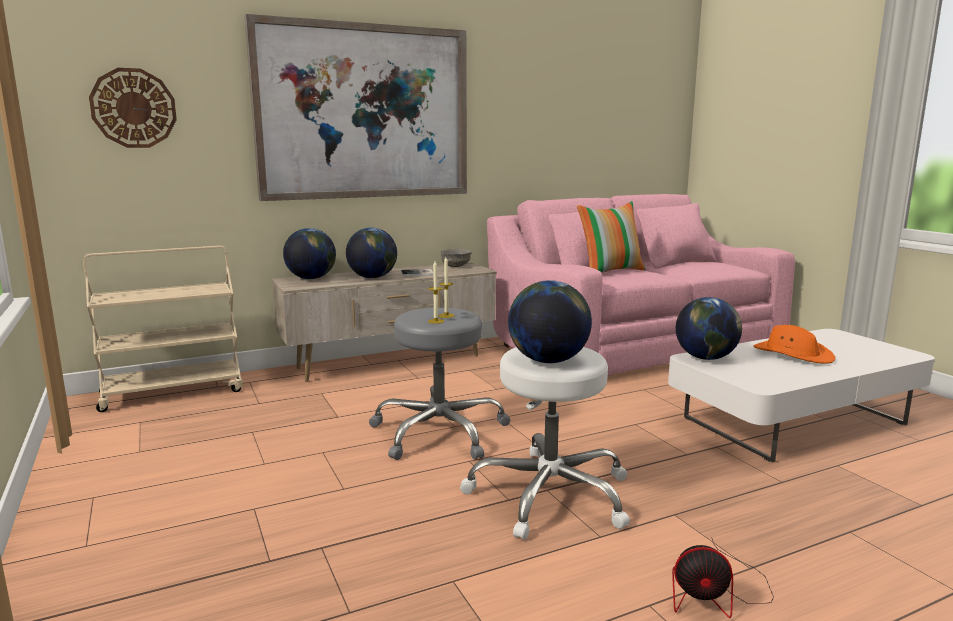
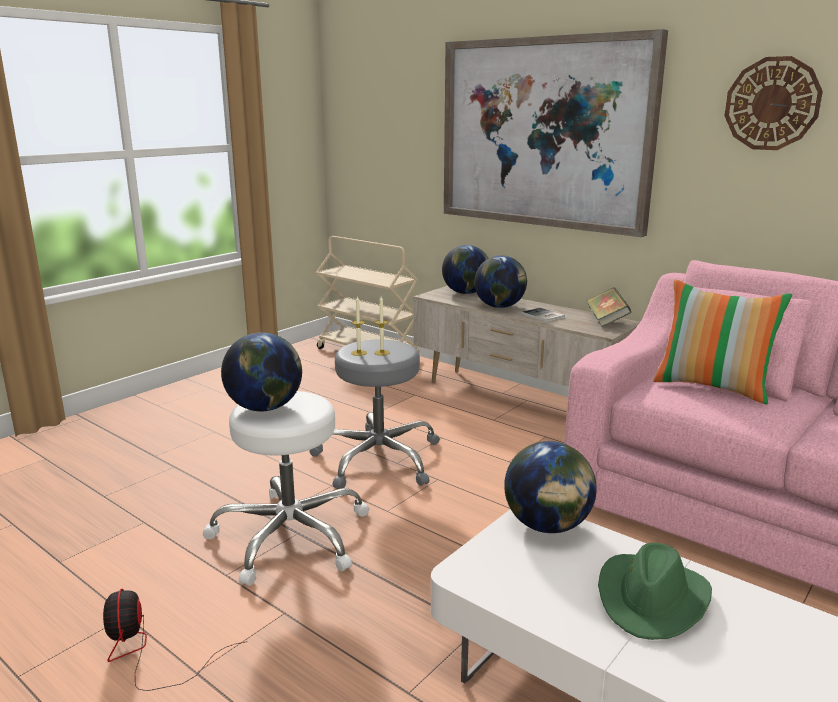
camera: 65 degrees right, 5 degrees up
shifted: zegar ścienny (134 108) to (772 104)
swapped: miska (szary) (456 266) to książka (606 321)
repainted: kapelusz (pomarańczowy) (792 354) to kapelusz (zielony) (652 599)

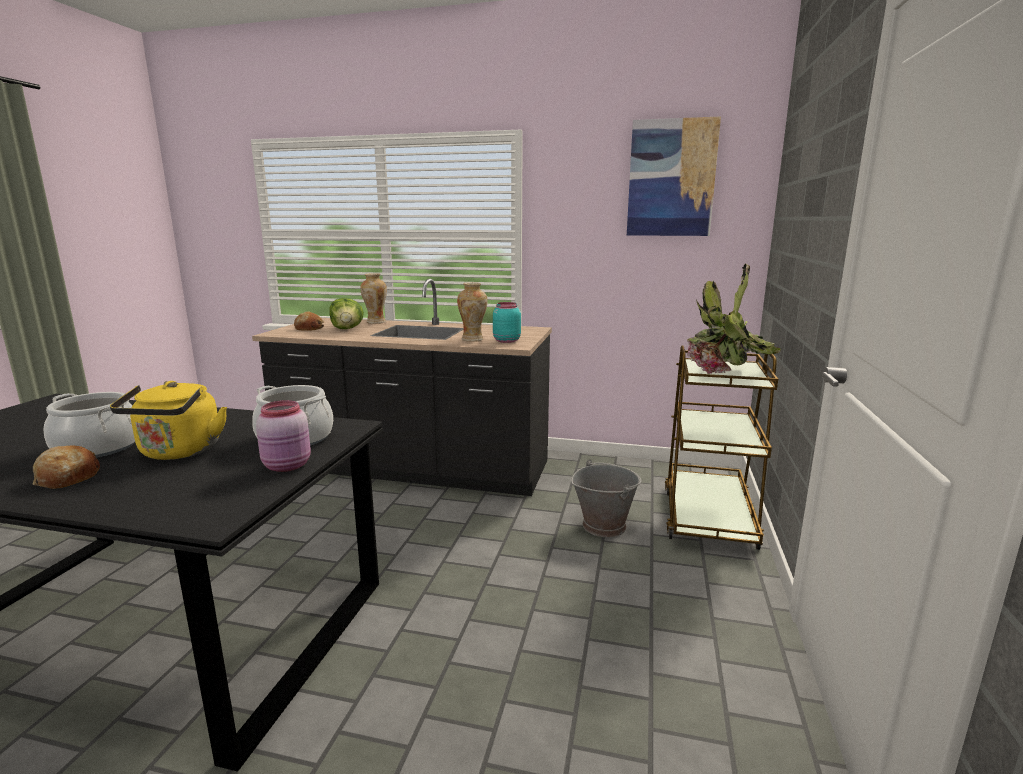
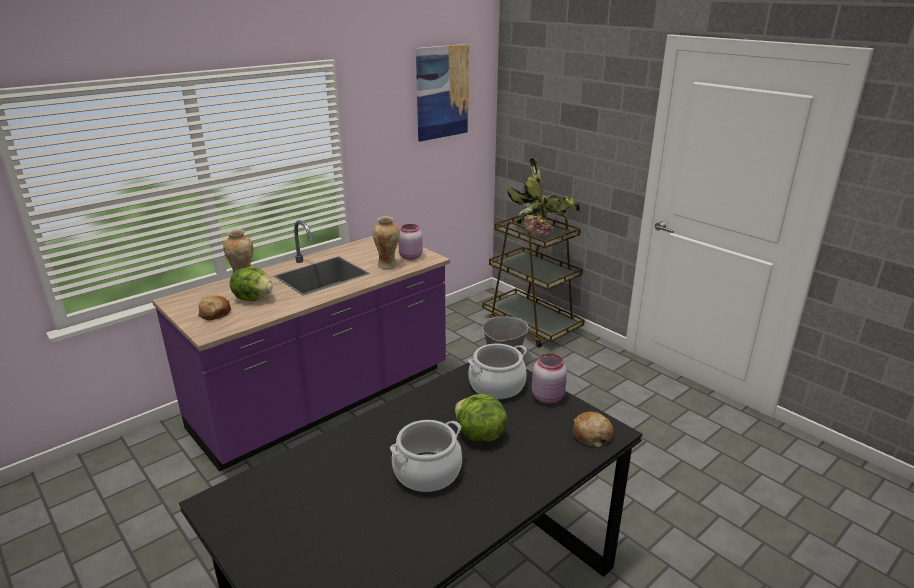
camera: 55 degrees left, 10 degrees up
shifted: chleb (67 477) to (591 435)
swapped: czajnik (żółty) (179 452) to sałata (479 435)
repainted: zabudowa kuchenna (czarny) (414 468) to zabudowa kuchenna (fioletowy) (324 400); słoik (turkusowy) (506 340) to słoik (różowy) (410 257)

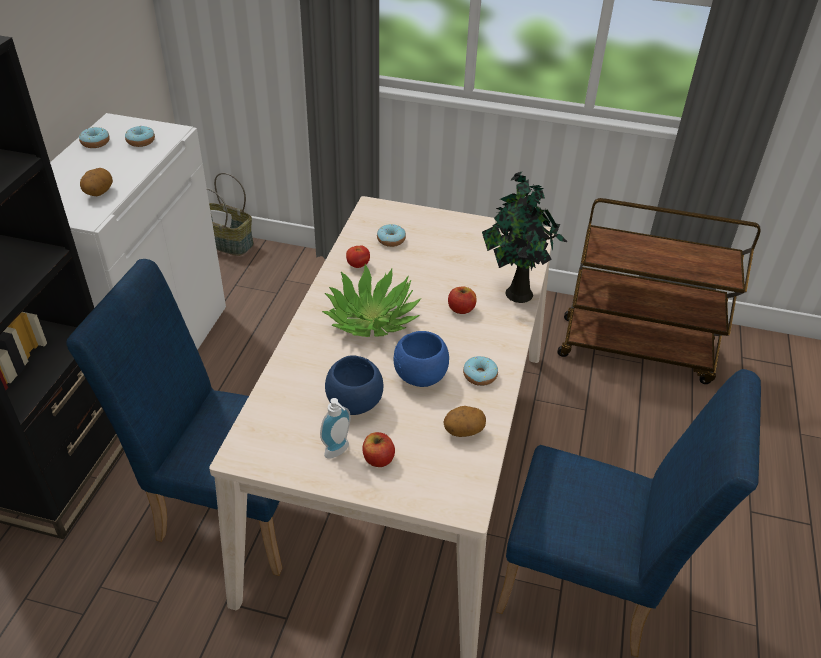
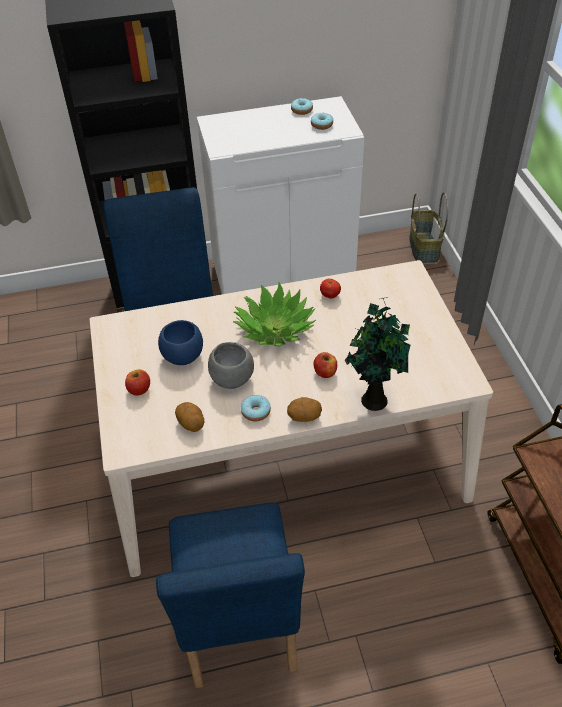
camera: 65 degrees right, 5 degrees up
gone: dozownik mydła (339 452); donut (391 240)
shifted: ziemniak (99 193) to (304 417)
repainted: miska (niebieski) (421 377) to miska (szary) (232 379)

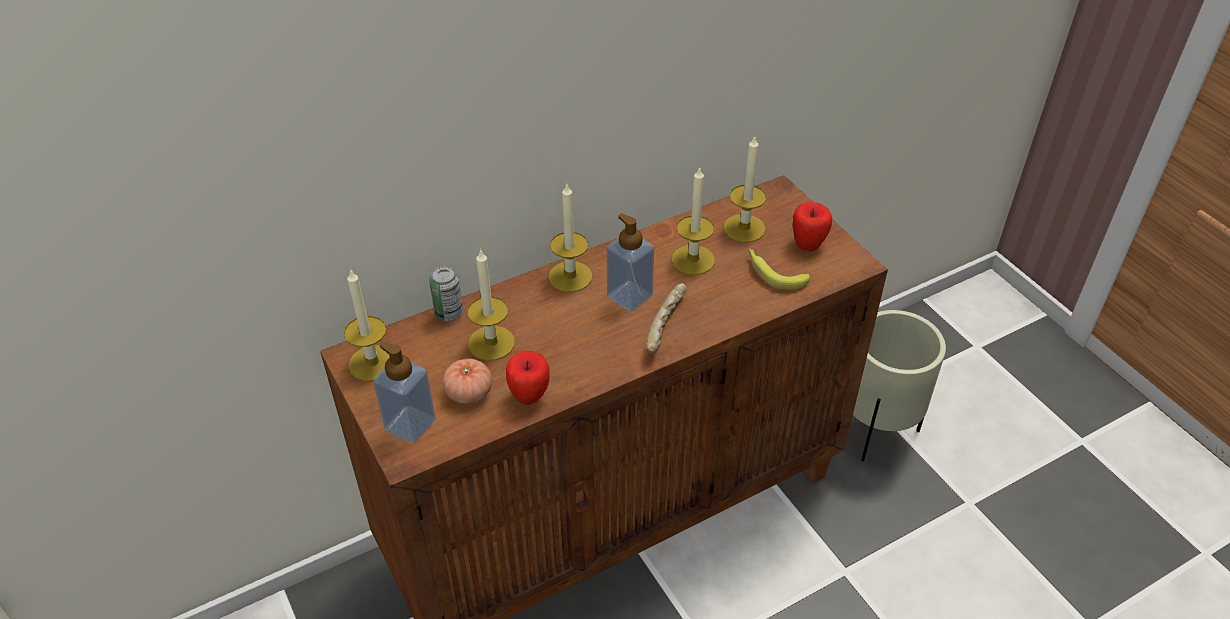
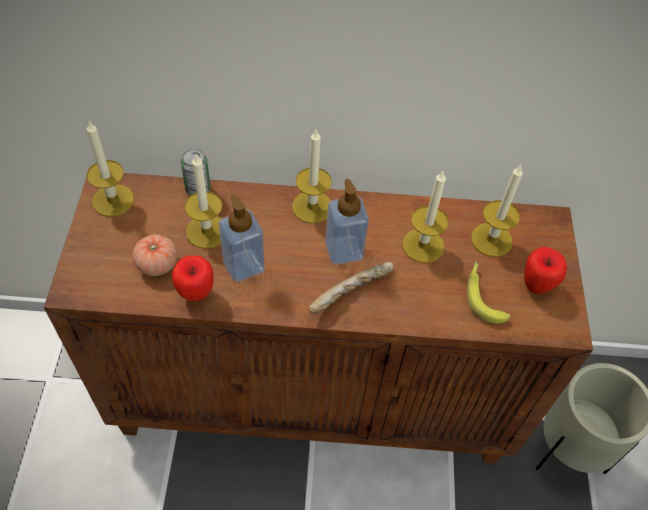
camera: 30 degrees right, 10 degrees up
shifted: dozownik mydła (410 425) to (243 265)

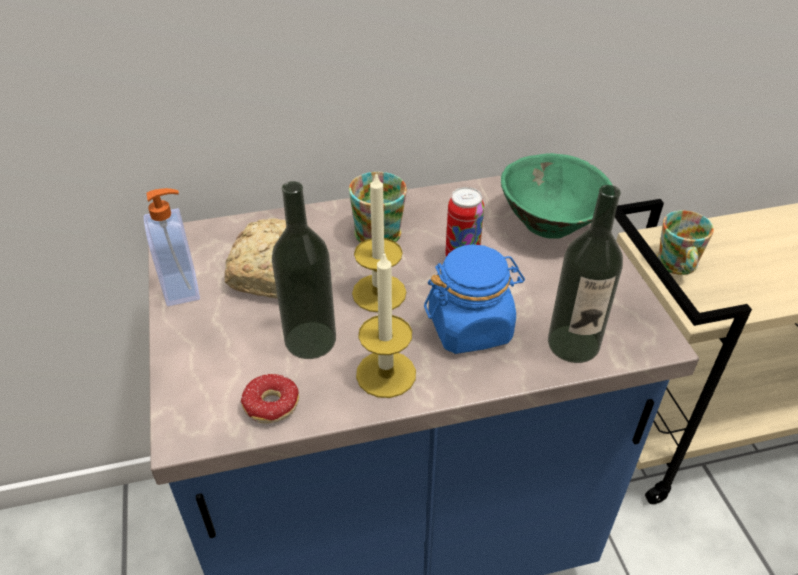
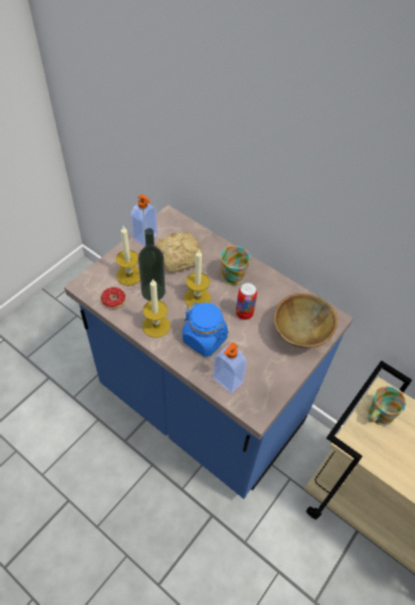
camera: 50 degrees right, 10 degrees up
new: świeca (129 275)
swapped: butelka (573 344) to dozownik mydła (227 381)
repainted: miska (zielony) (550 224) to miska (brązowy) (300 334)

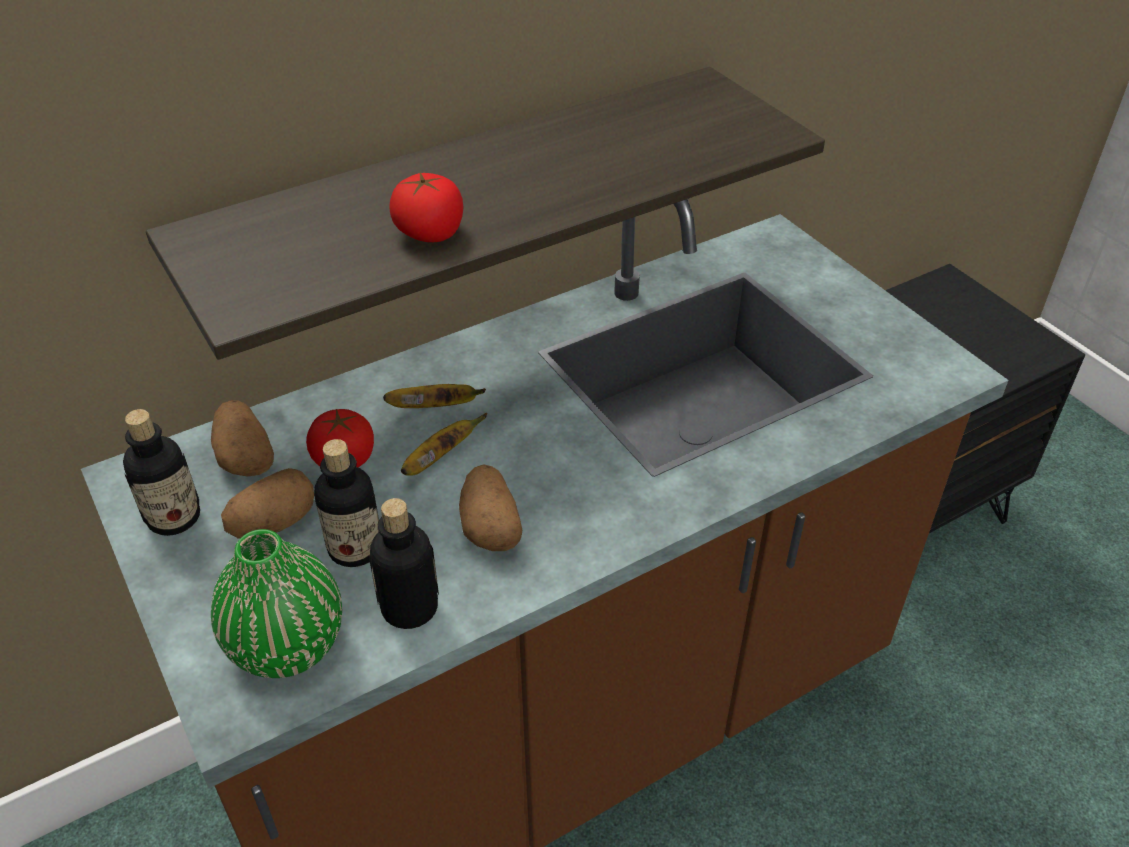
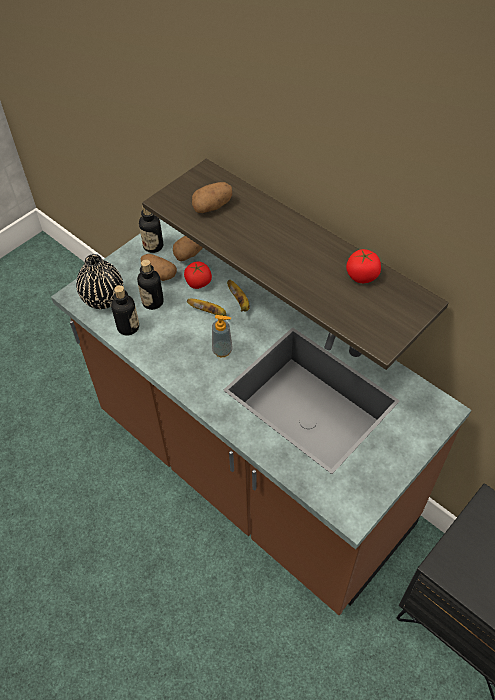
camera: 75 degrees right, 10 degrees up
new: dozownik mydła (222 350)
shifted: pomidor (430 233) to (362 276); ziemniak (490 526) to (212 206)
repainted: wazon (zielony) (287 645) to wazon (czarny) (103 299)

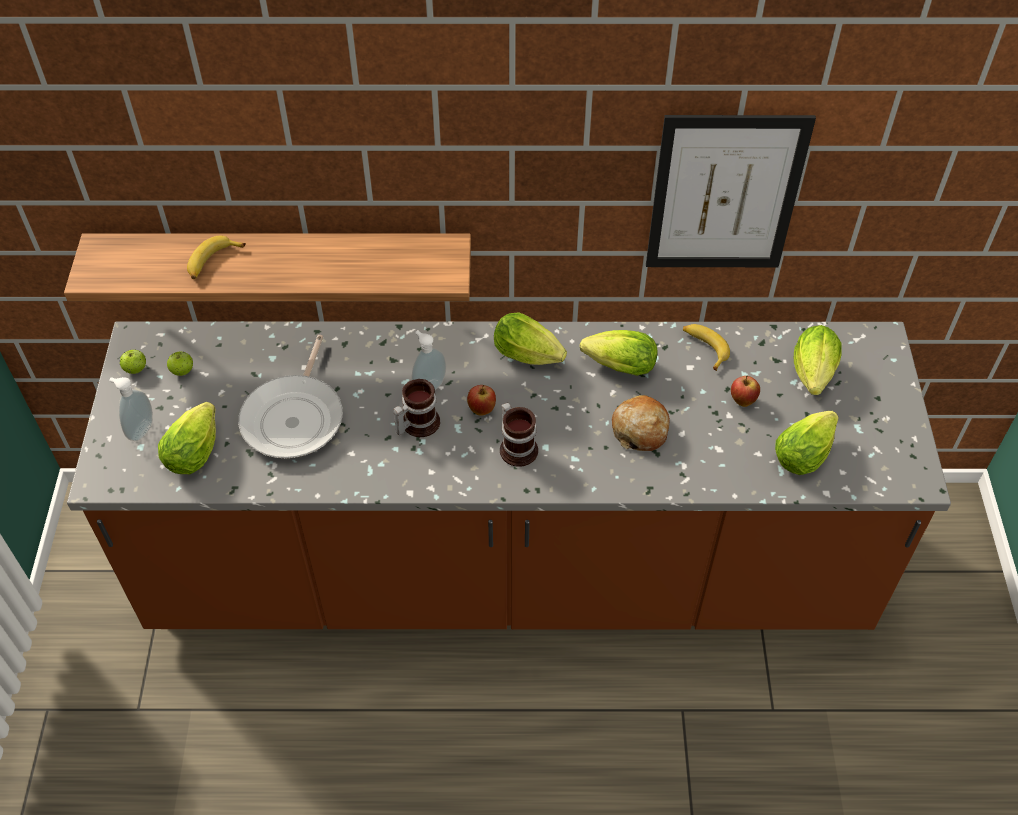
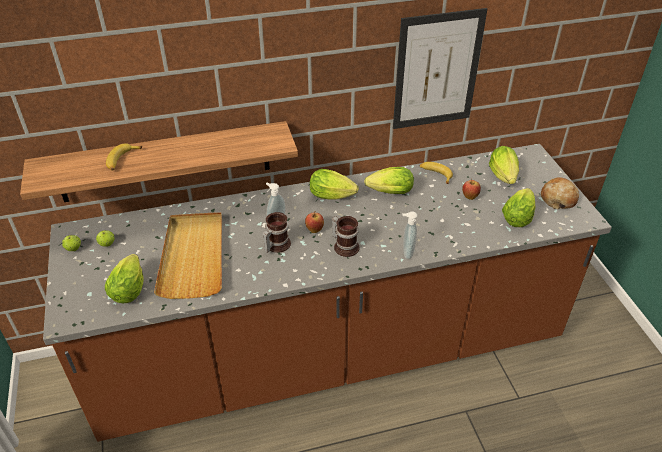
camera: 15 degrees left, 10 degrees down
shifted: dozownik mydła (140 430) to (406 253); chleb (640 429) to (558 199)
swapped: patelnia (295 417) to taca (beżowy) (193 256)

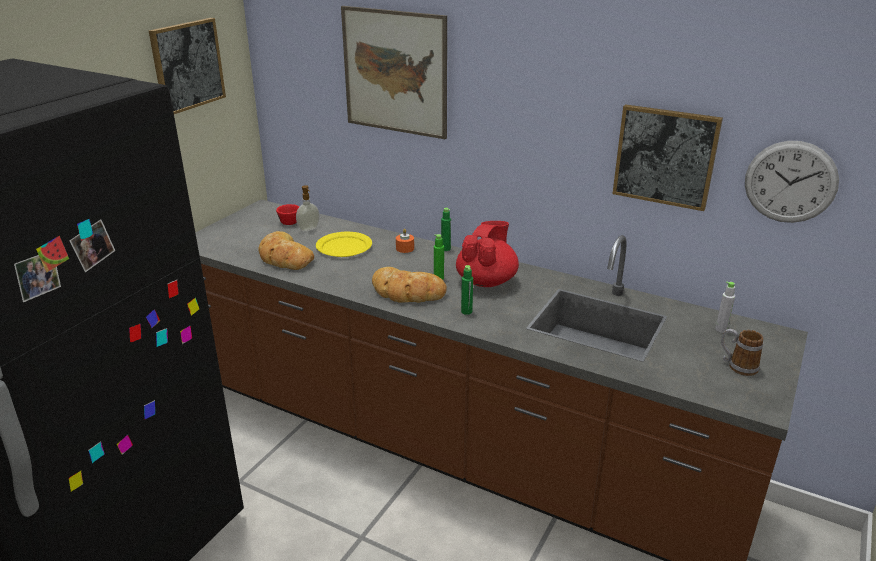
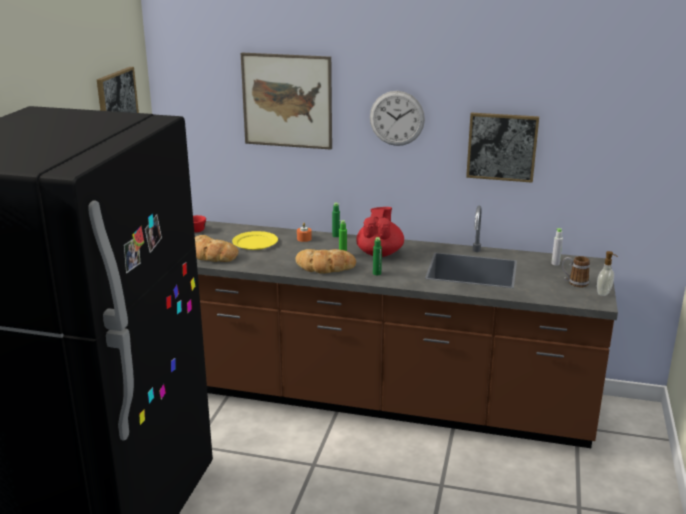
camera: 15 degrees left, 5 degrees down
shifted: dozownik mydła (309 229) to (604 293); zegar ścienny (790 182) to (397 118)

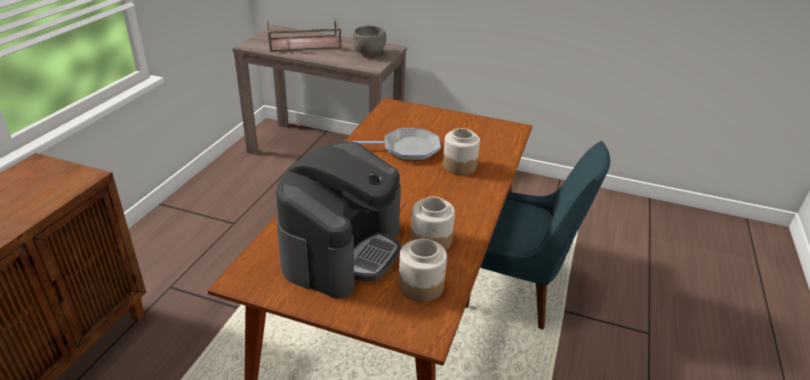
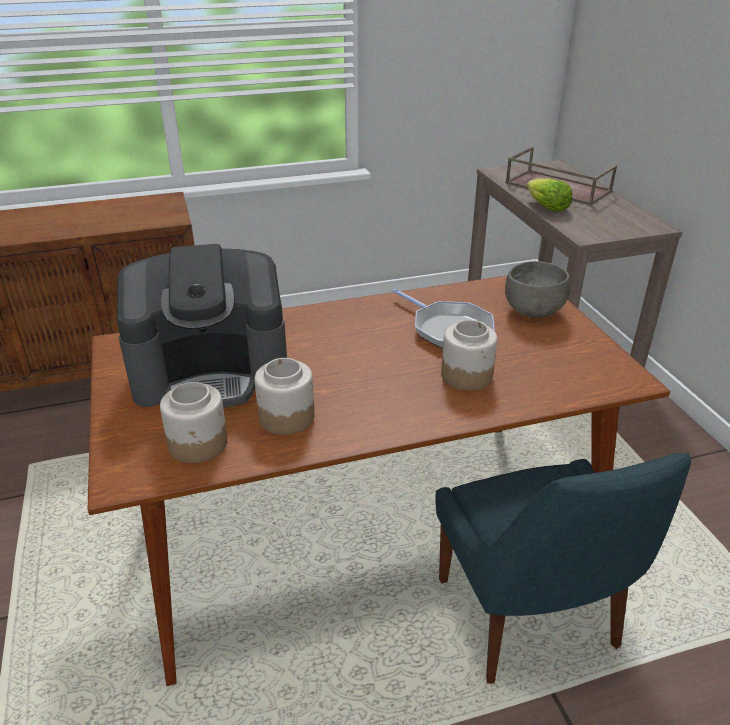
camera: 55 degrees right, 0 degrees up
new: sałata (546 207)
shifted: miska (szary) (369 53) to (533 311)

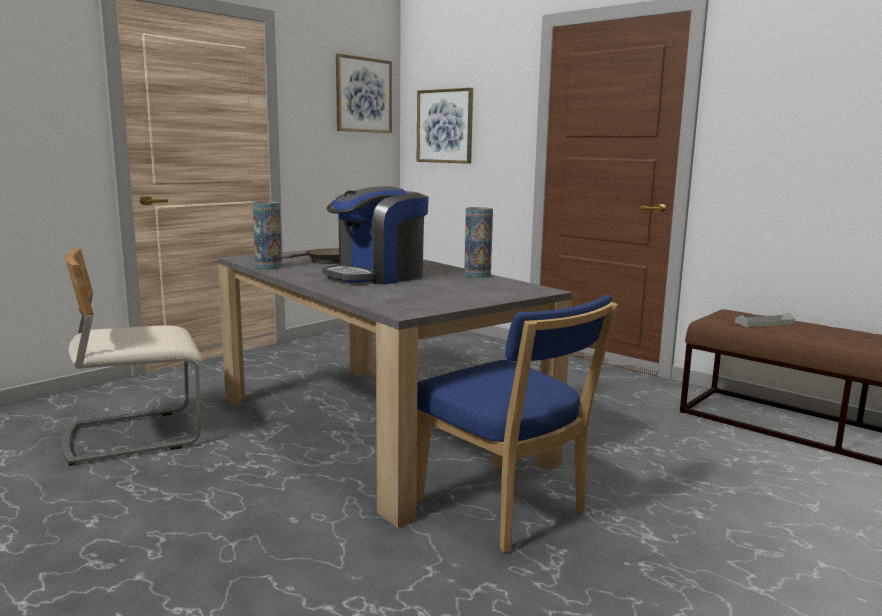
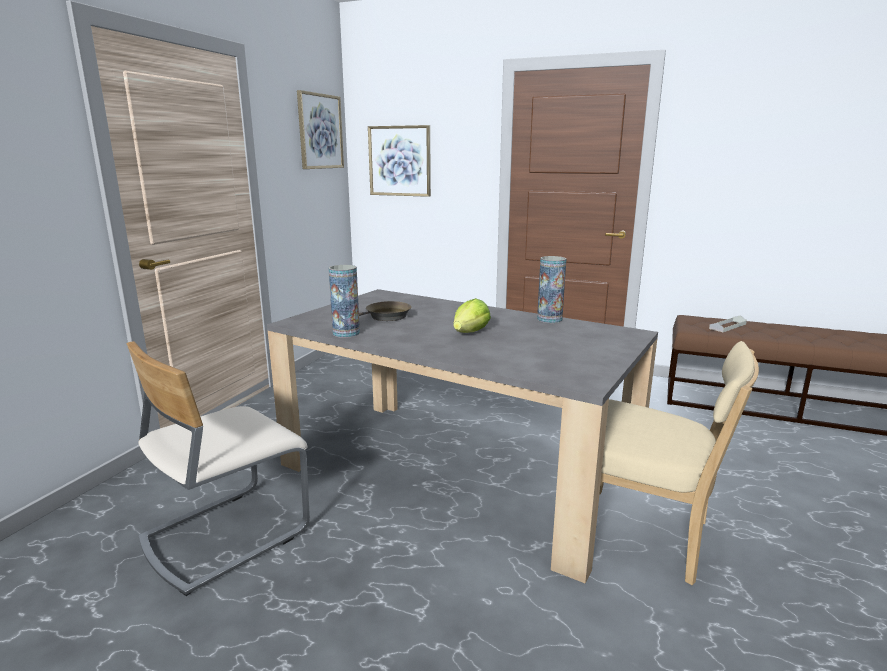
camera: 20 degrees left, 5 degrees up
swapped: ekspres do kawy (377 276) to sałata (470 333)
repainted: krzesło (niebieski) (505 510) to krzesło (beżowy) (646 537)

